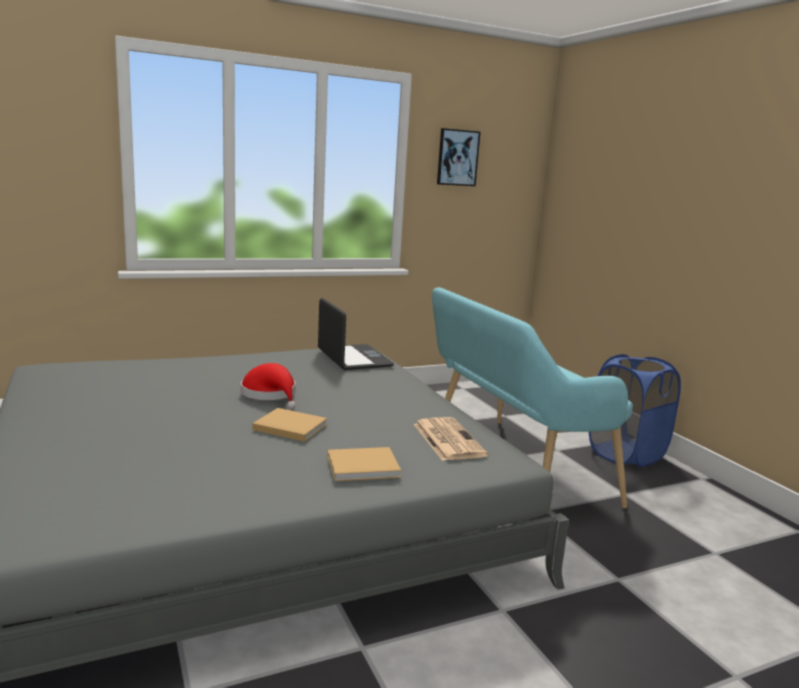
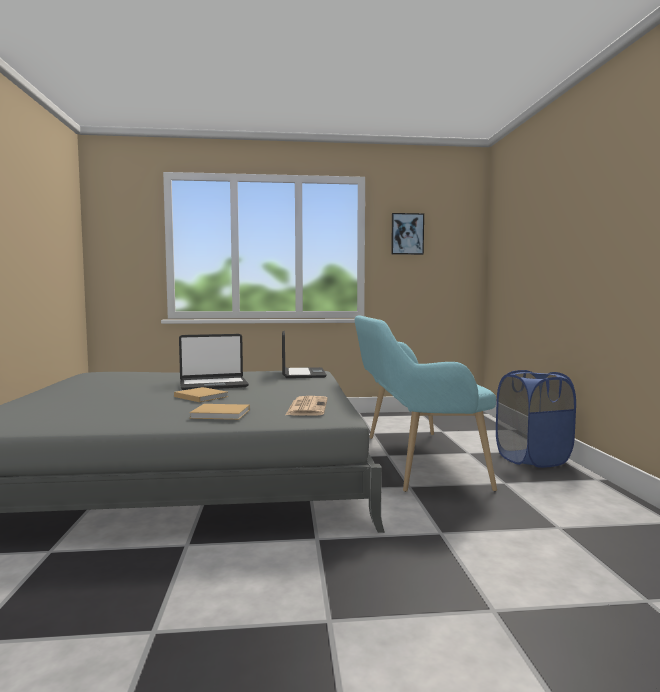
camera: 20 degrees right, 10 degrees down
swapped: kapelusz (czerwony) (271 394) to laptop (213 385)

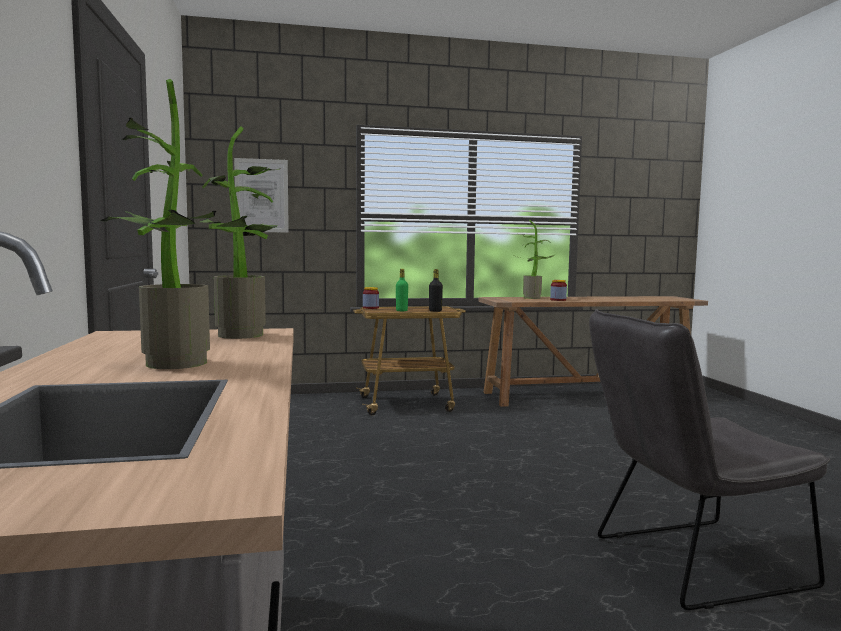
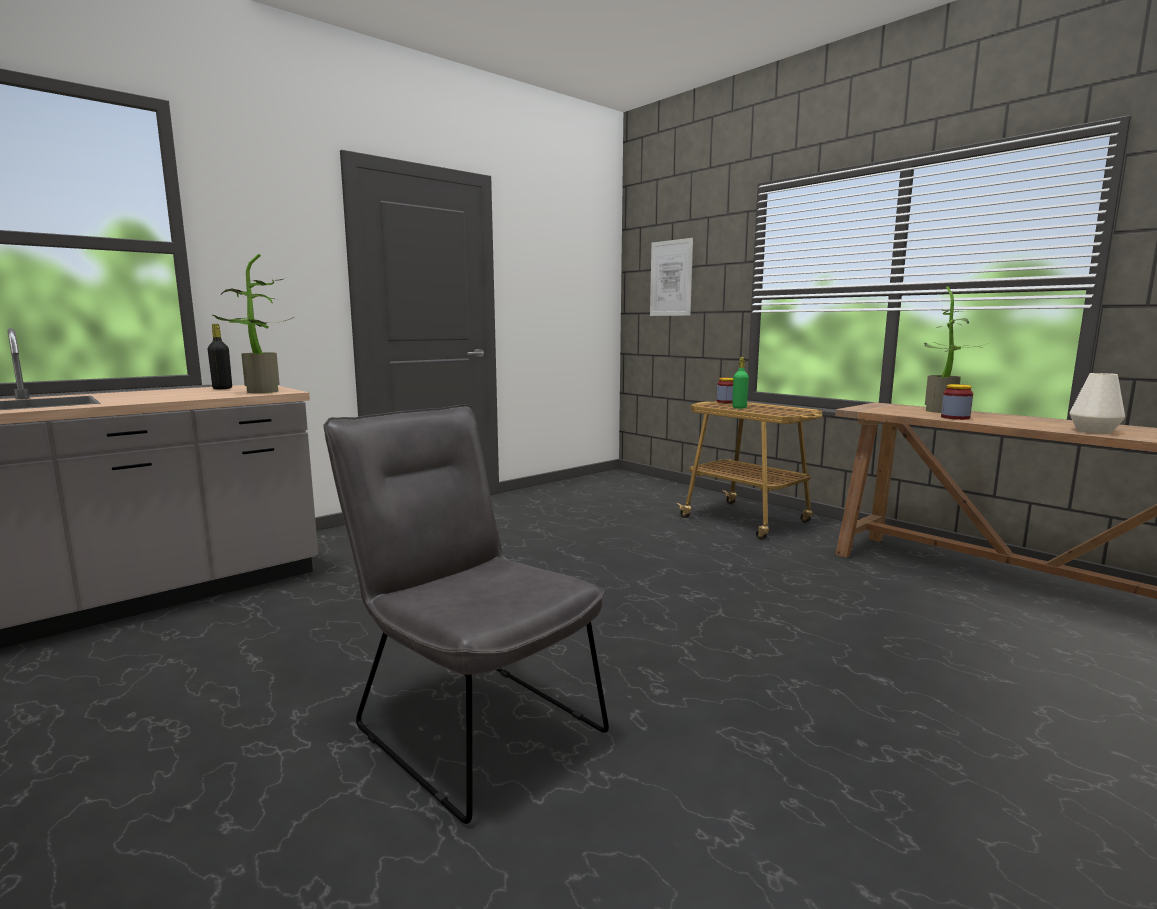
camera: 60 degrees right, 5 degrees up
gone: roślina doniczkowa (167 363)
new: wazon (biały) (1094 431)
shifted: butelka (czarny) (435 311) to (222 388)

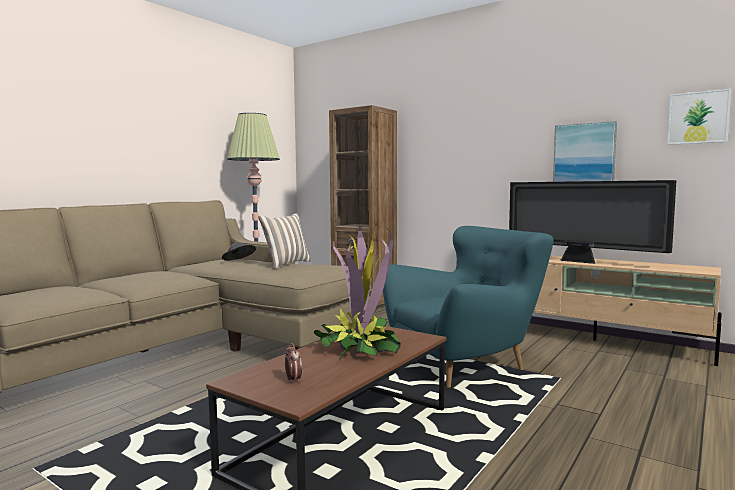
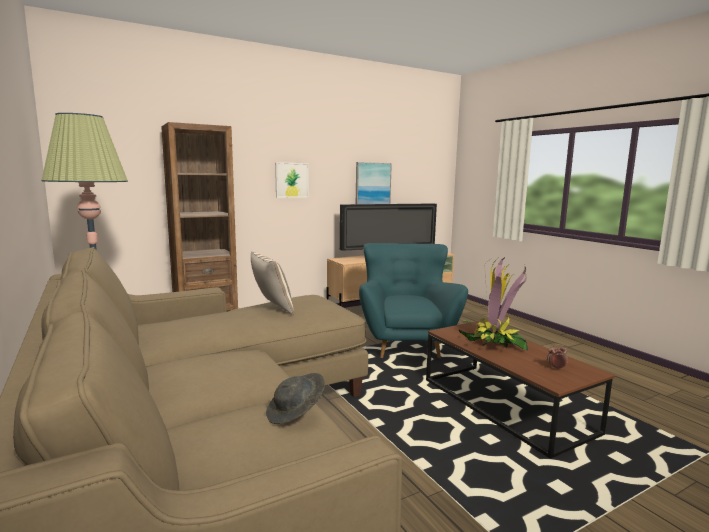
camera: 65 degrees left, 5 degrees up
shifted: kapelusz (szary) (239 261) to (295 413); obraz (698 117) to (291 180)

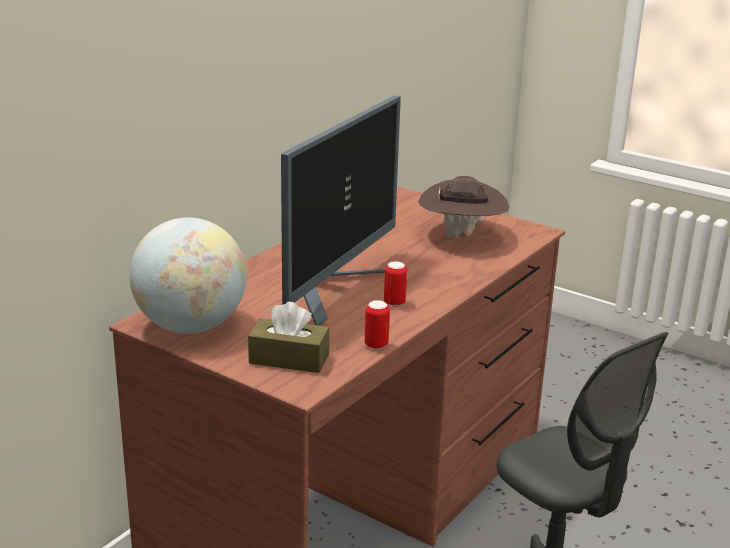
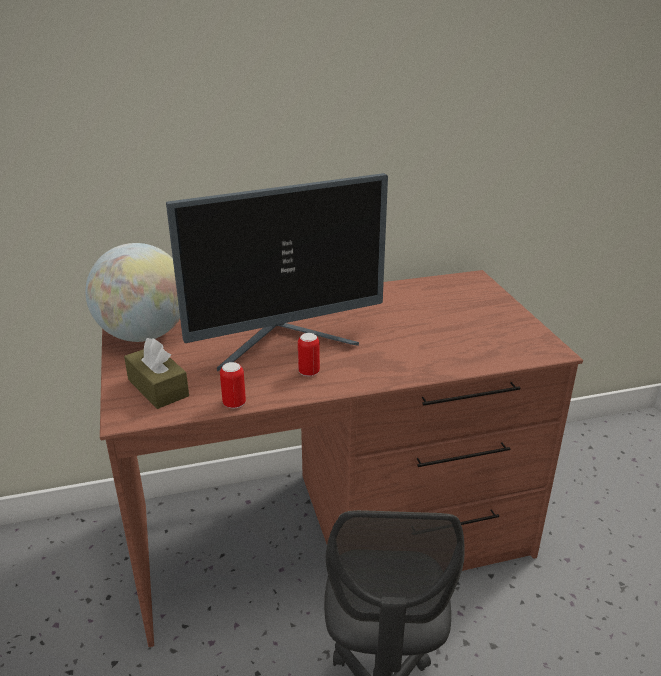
camera: 40 degrees right, 5 degrees up
gone: kapelusz (brązowy) (461 236)

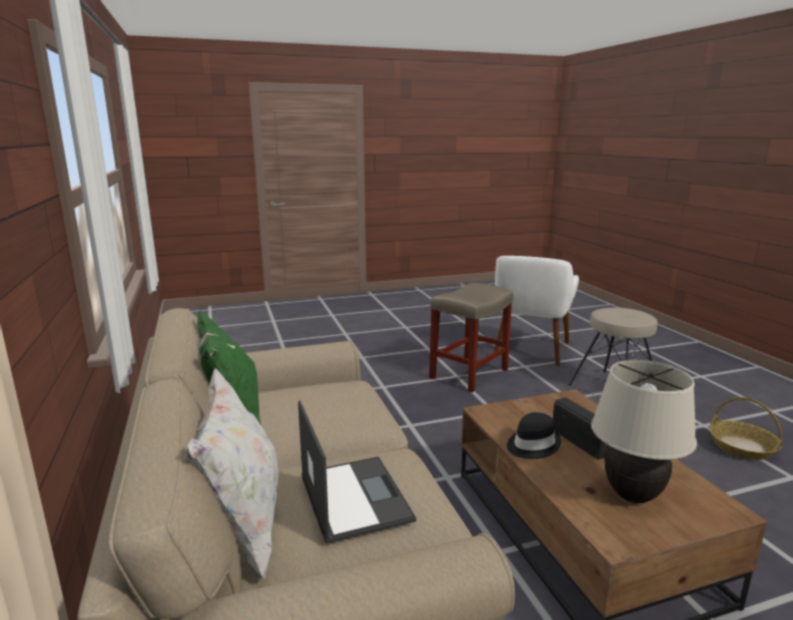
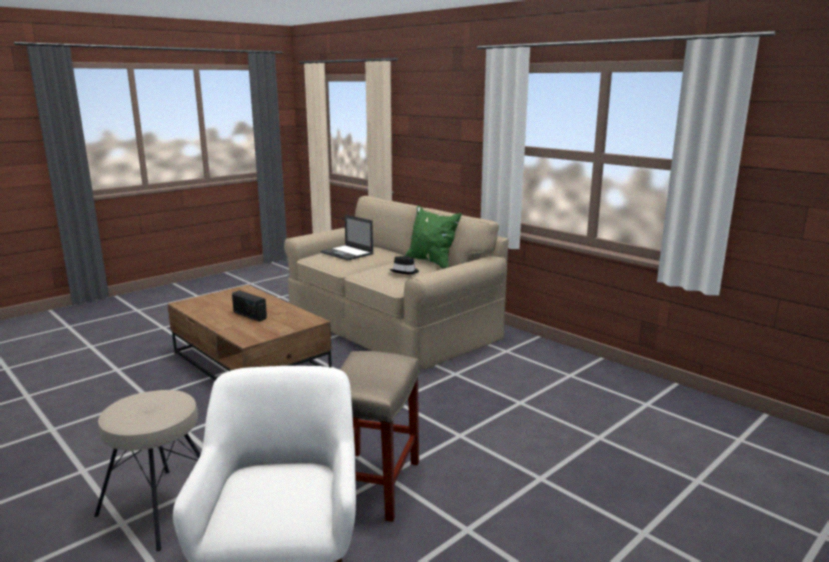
camera: 155 degrees right, 0 degrees up
gone: poduszka (biały) (244 528); lampa stołowa (beżowy) (632 495); koszyk (742 447)
shifted: kapelusz (czarny) (532 445) to (405 272)

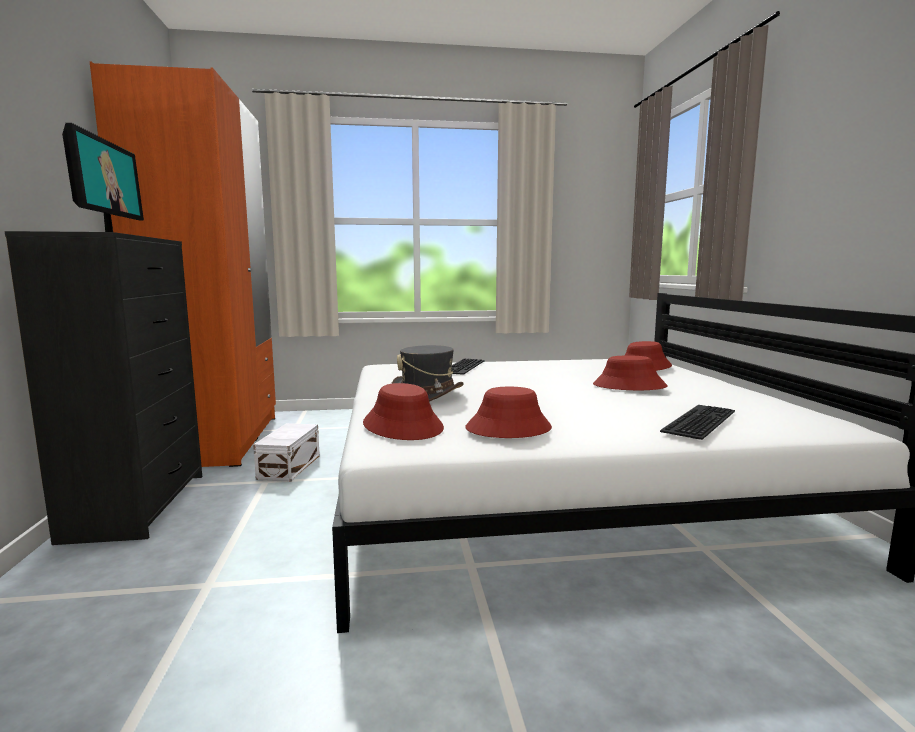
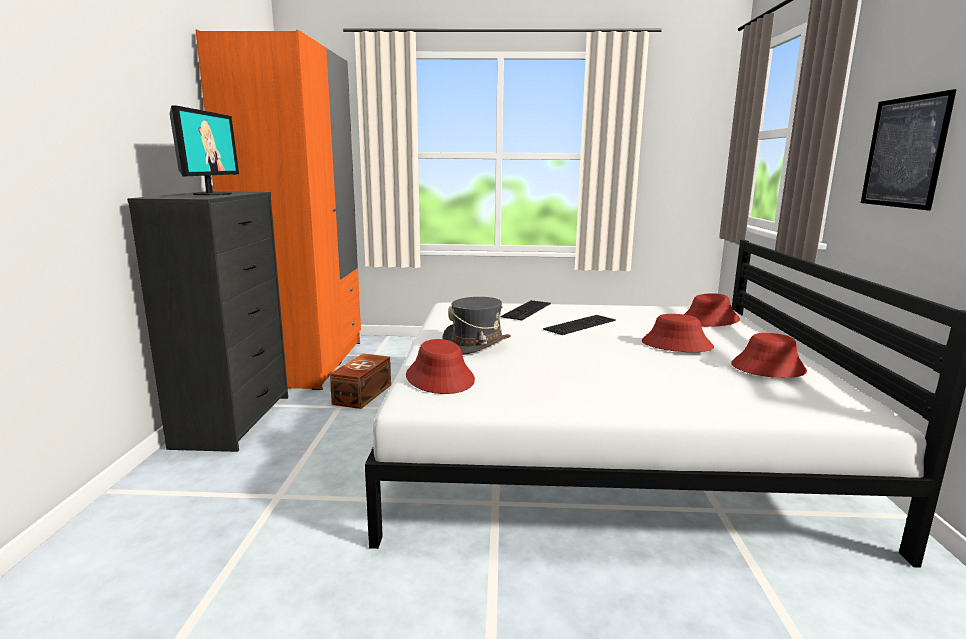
camera: 10 degrees right, 5 degrees up
new: obraz (904 152)
shifted: kapelusz (czerwony) (508 428) to (768 368); klawiatura (697 420) to (579 324)
repainted: pojemnik do przechowywania (biały) (288 467) to pojemnik do przechowywania (brązowy) (361 394)

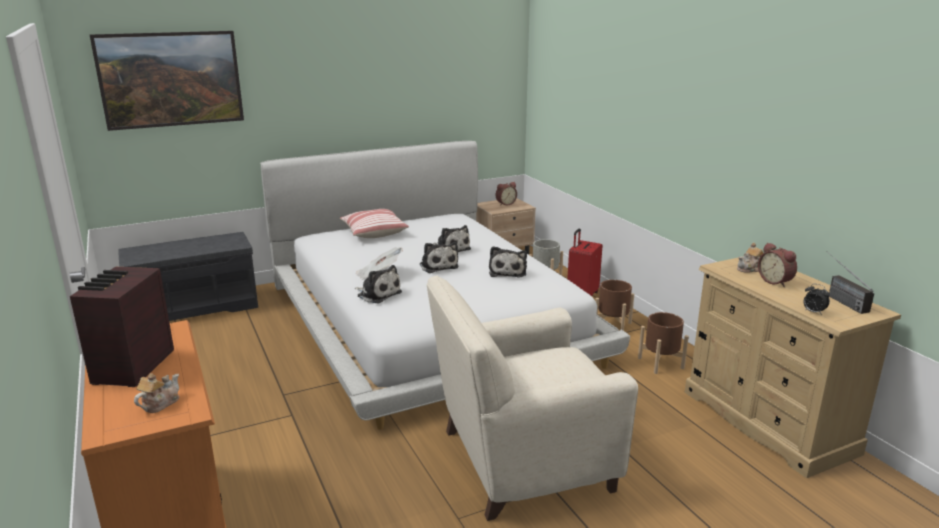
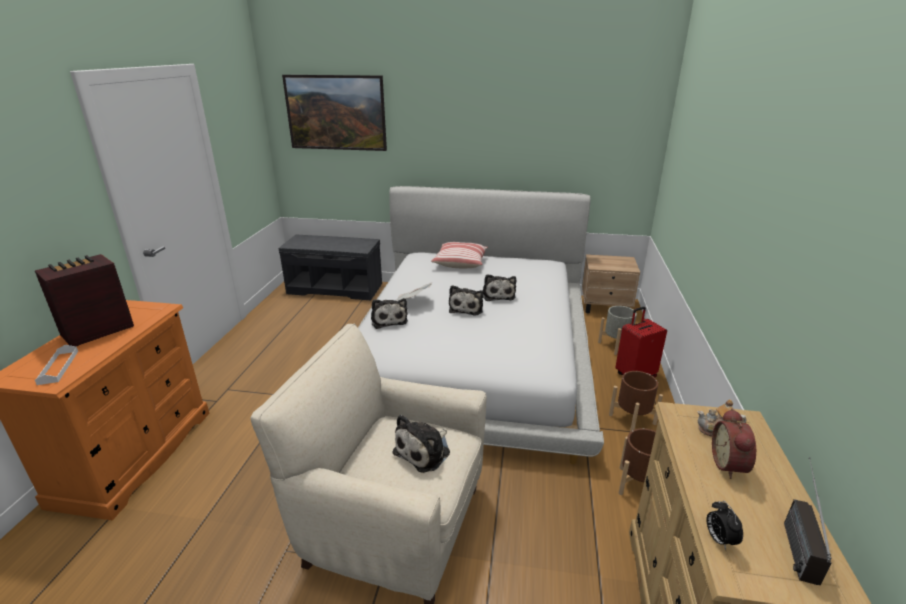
camera: 35 degrees right, 5 degrees up
gone: budzik (505 204)
shifted: pluszak (507 272) to (424 451)
swapped: imbryk (159 404) to taca (biały) (58 367)

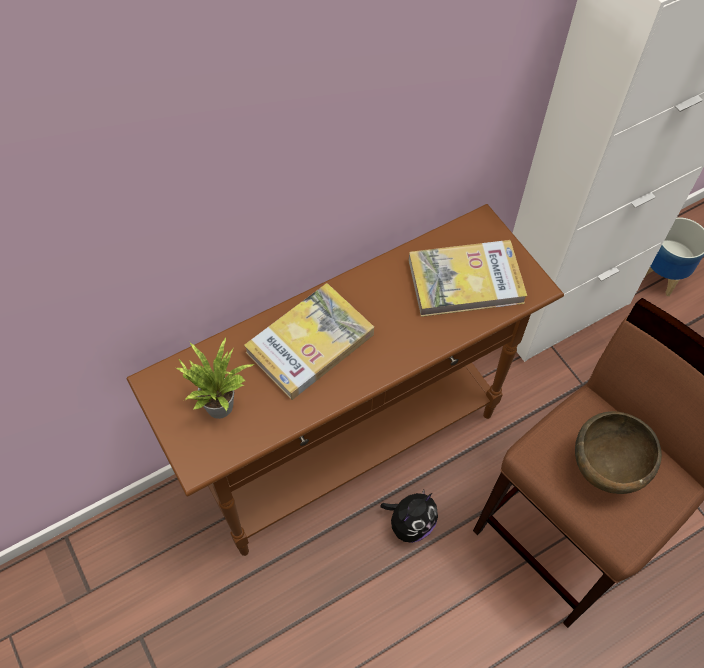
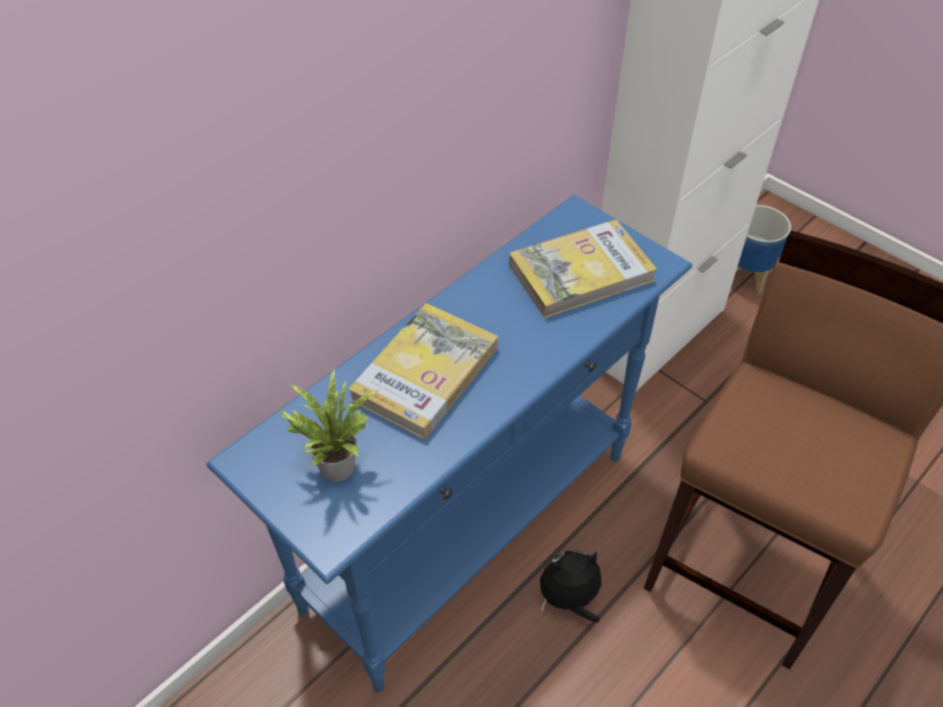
camera: 15 degrees left, 10 degrees down
gone: miska (brązowy) (605 470)
repainted: stolik konsolowy (brązowy) (350 445) to stolik konsolowy (niebieski) (470 529)
rotated: pluszak (410 523) = (569 599) 135 degrees counterclockwise

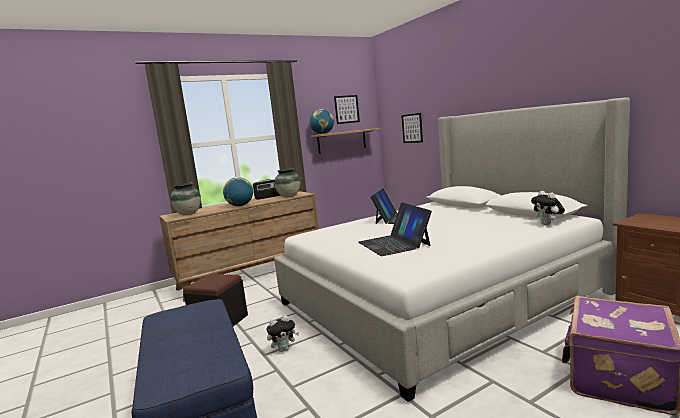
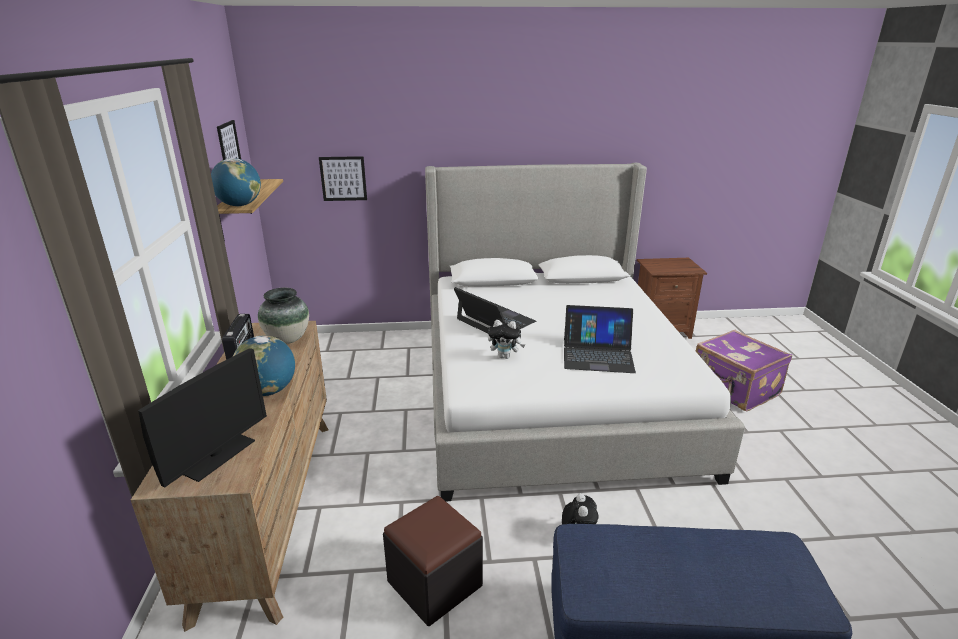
camera: 65 degrees left, 15 degrees up
shifted: pluszak (548 224) to (505 356)
swapped: wazon (188 214) to monitor (216 455)

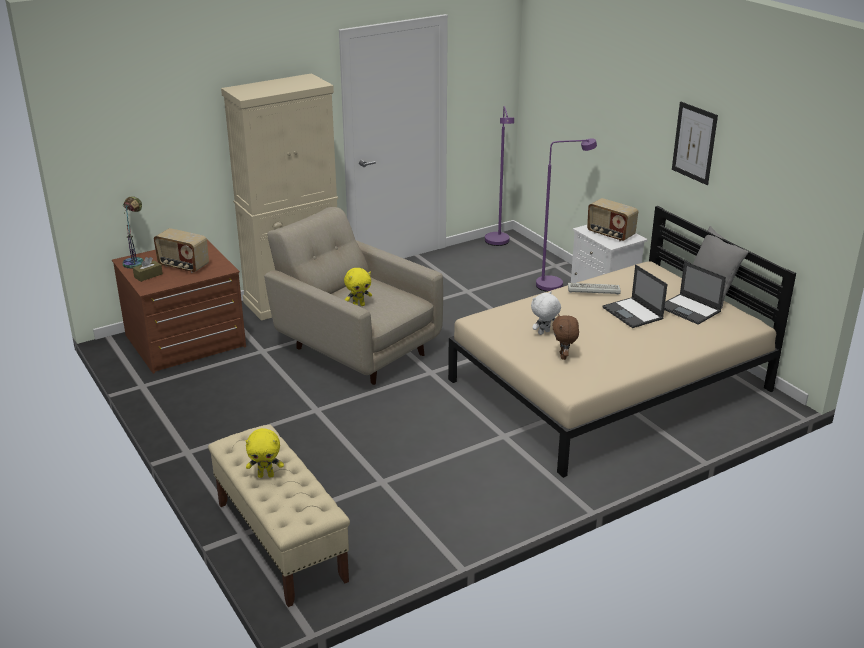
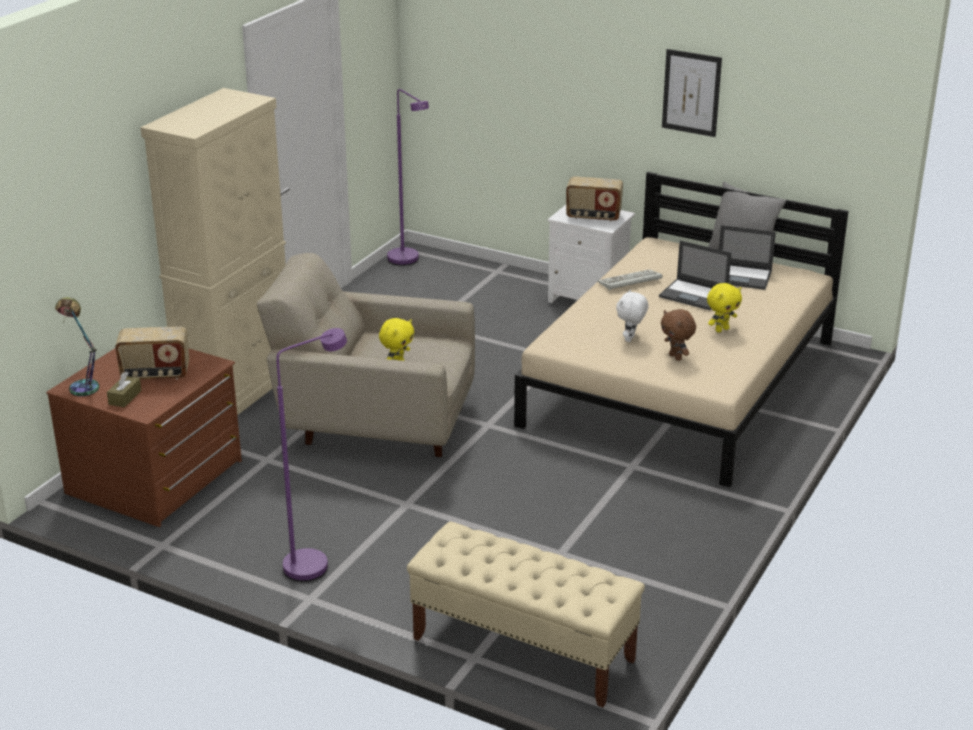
camera: 30 degrees left, 0 degrees up
shifted: pluszak (żółty) (266 475) to (721 329); lampa stojąca (fioletowy) (556 284) to (315 562)

